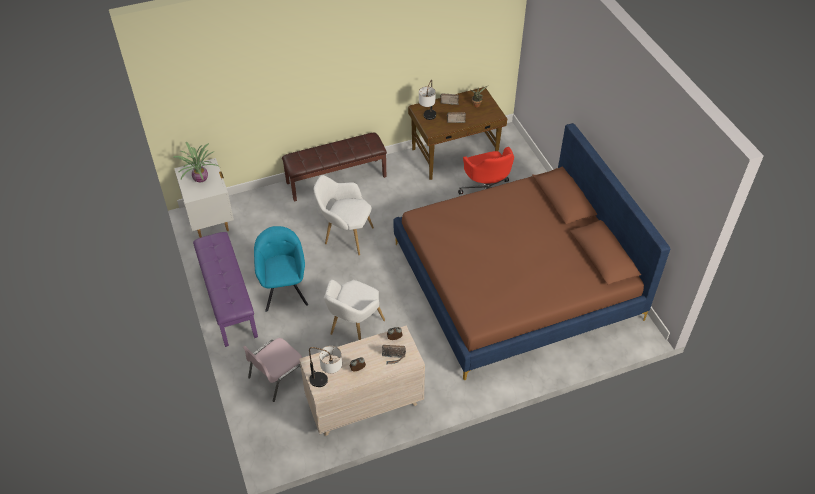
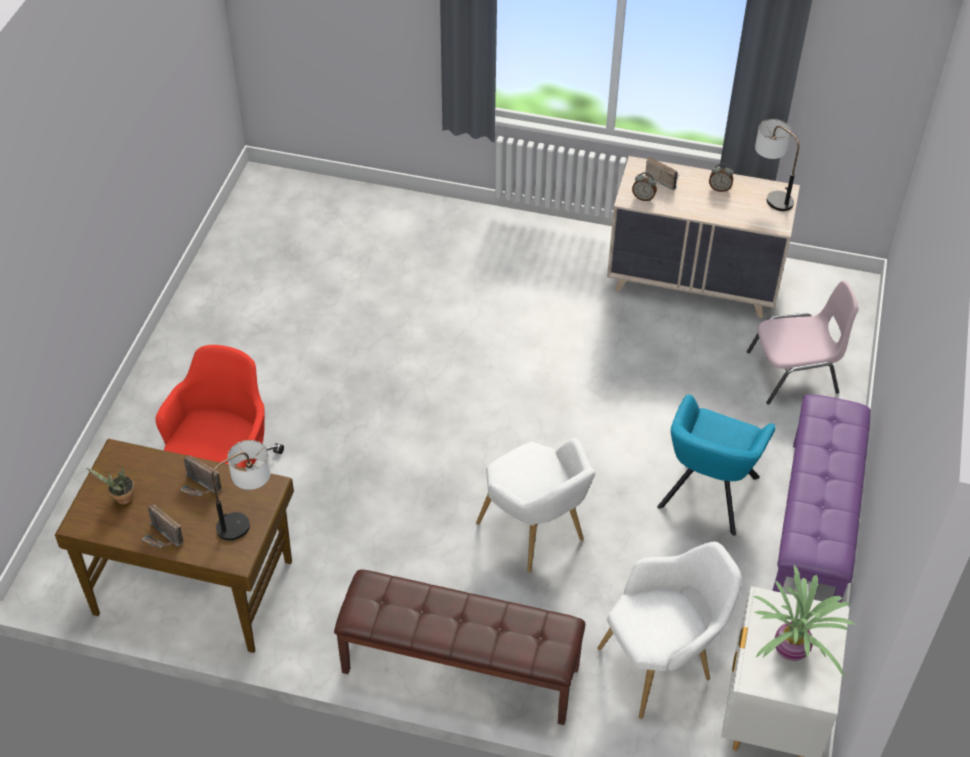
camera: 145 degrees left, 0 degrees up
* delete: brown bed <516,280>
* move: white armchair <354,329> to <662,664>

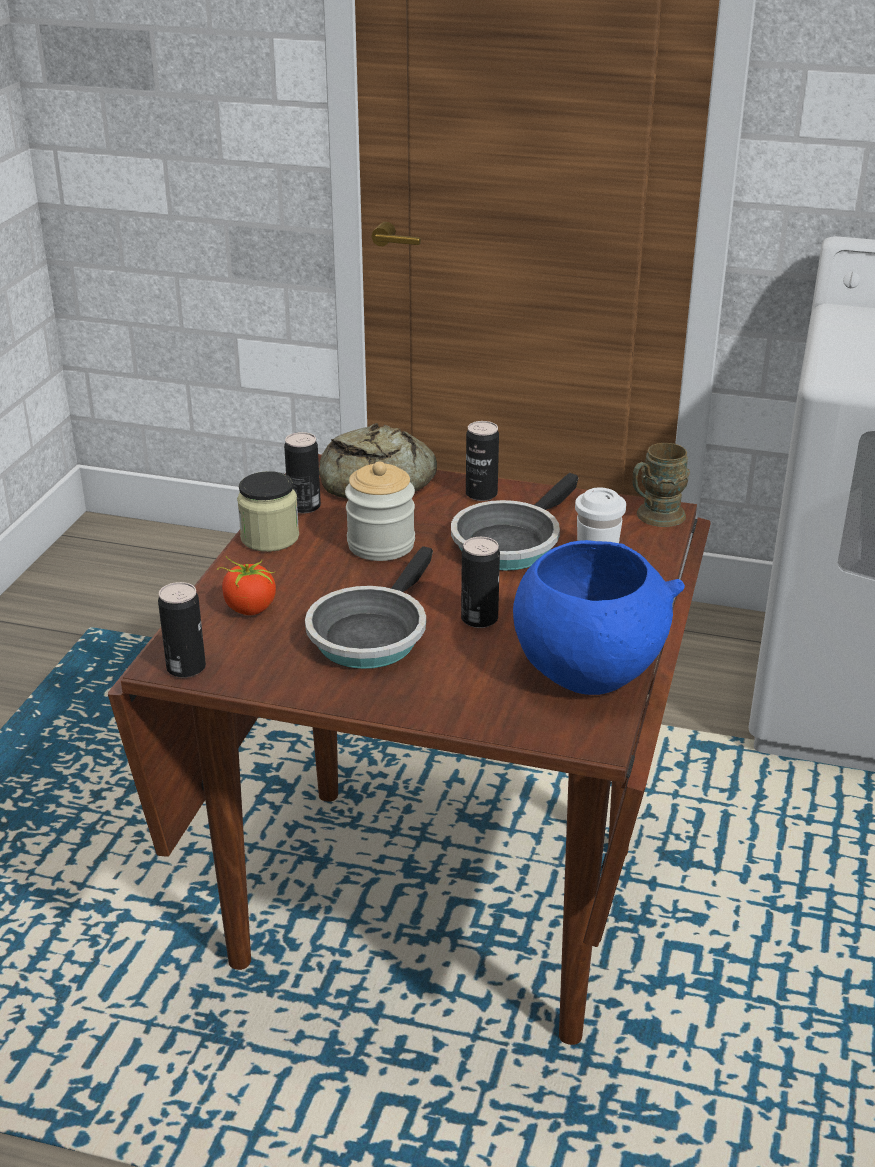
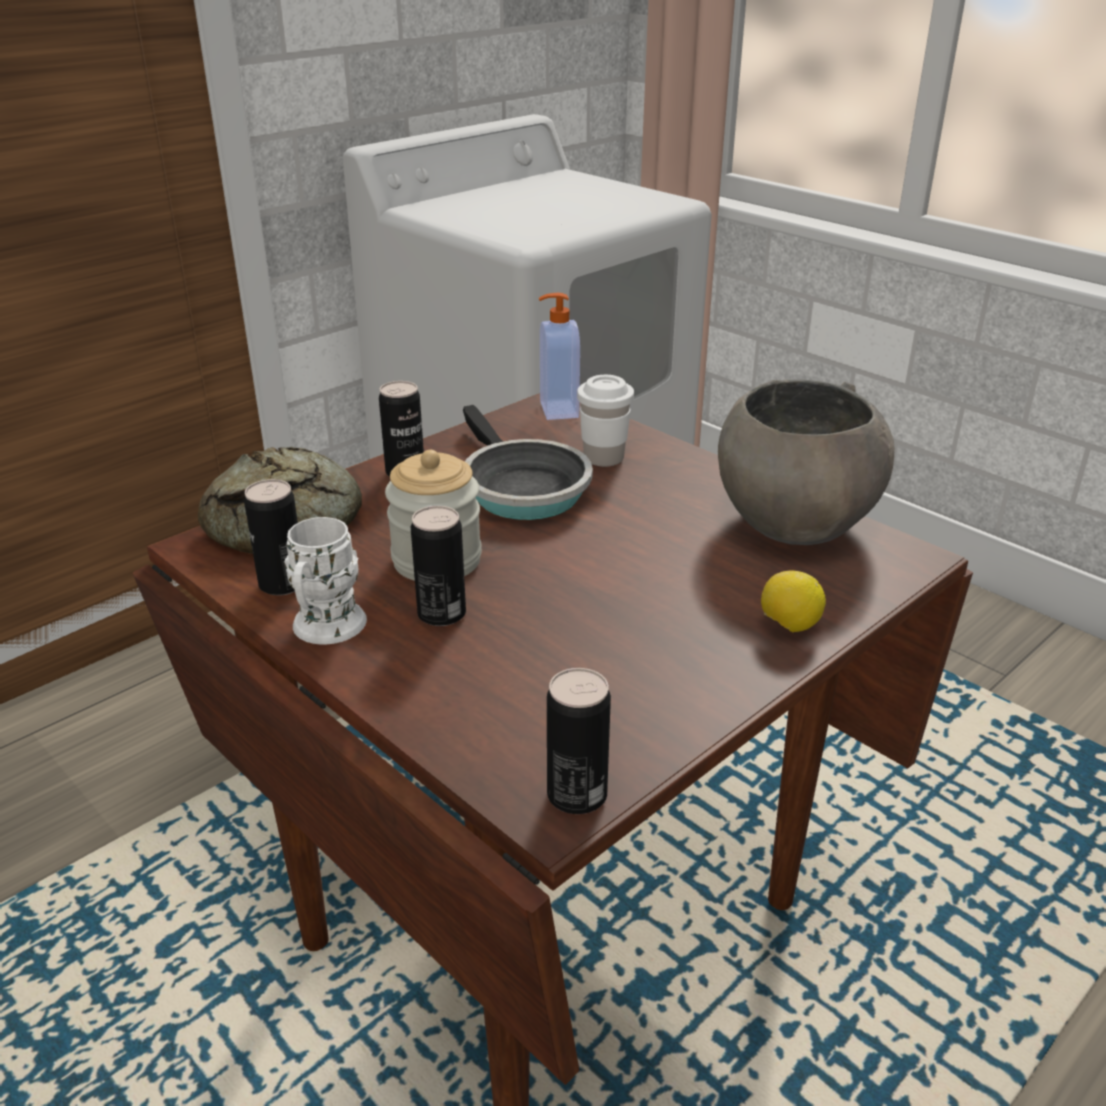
camera: 60 degrees left, 0 degrees up
* delete: tomato <249,609>
* delete: frying pan <370,634>
* insert: lemon <788,626>
* move: can <479,619> to <441,614>
* replace: jar <270,538> to white mug <325,631>
* replace: brown mug <654,517> to soap dispenser <557,410>
* recolor: blue bowl <588,670> to grey bowl <793,523>

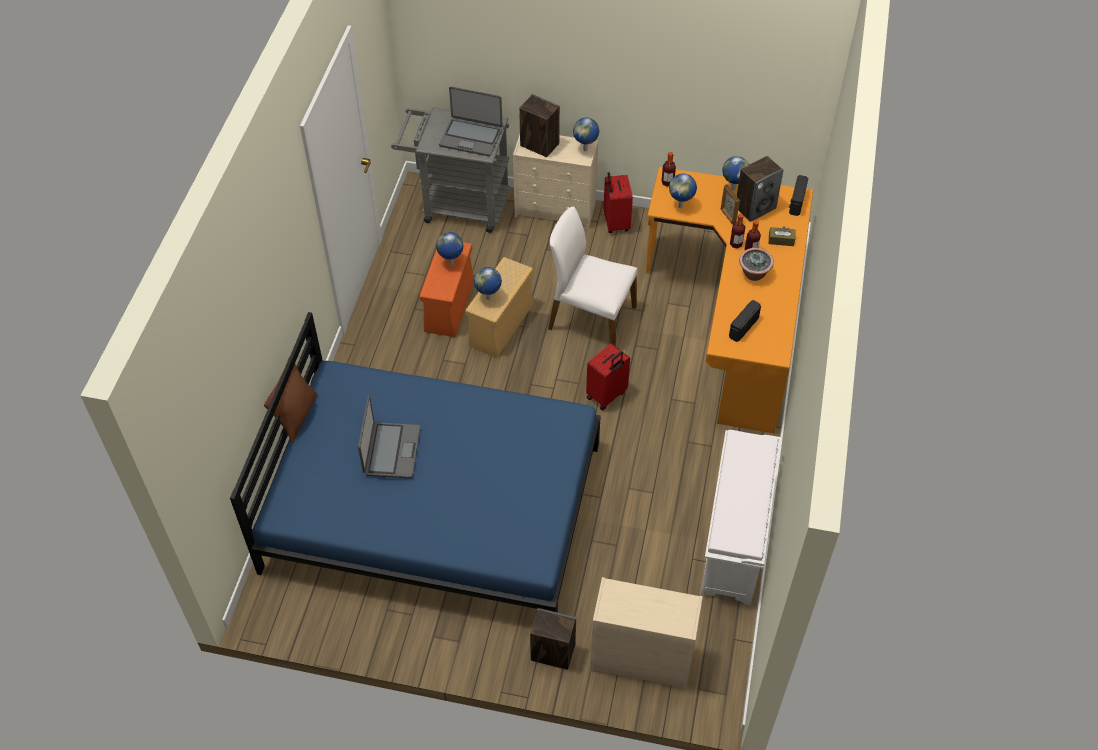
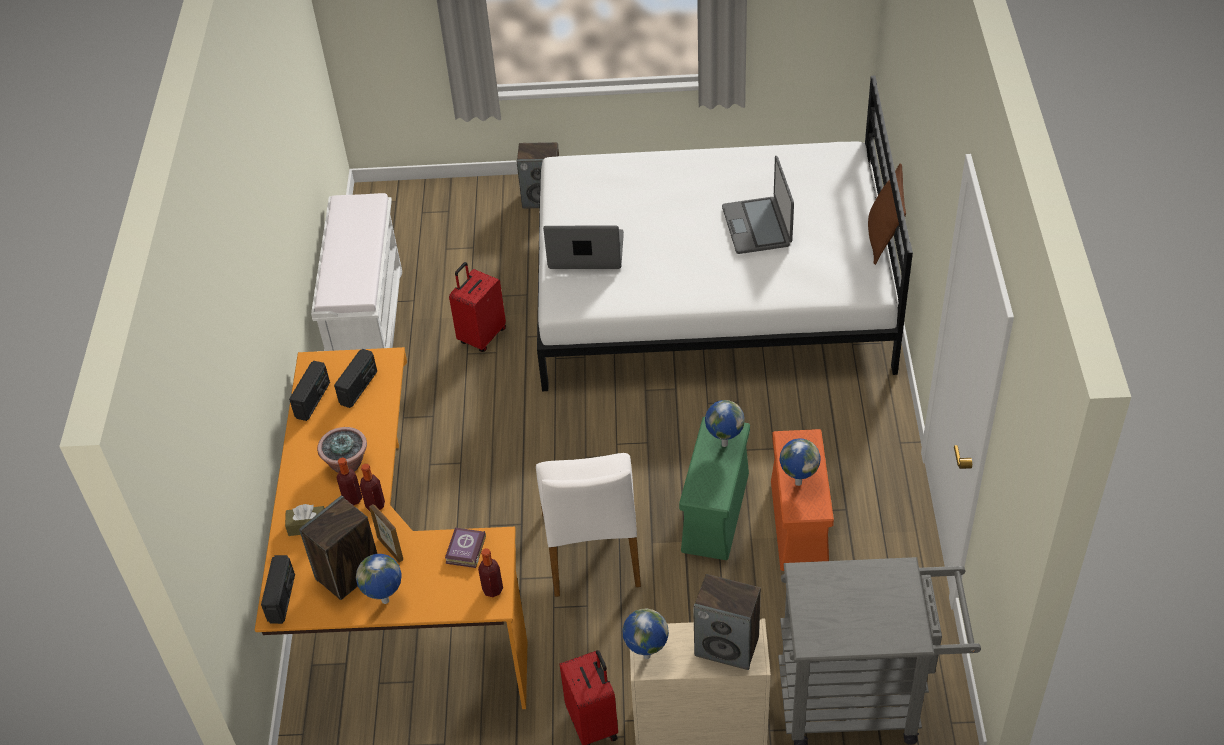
camera: 170 degrees right, 5 degrees down
* delete: beige dresser <640,658>
* insert: radio <313,400>
* move: laptop <471,137> to <586,252>
* move: red suitcase <607,395> to <481,336>
* replace: globe <681,206> to book <465,551>
* recolor: blue bed <433,505> to white bed <712,290>
* recolor: beige storage box <501,324> to green storage box <715,514>
* rotate: white chair <590,318> = <592,550> 75 degrees clockwise

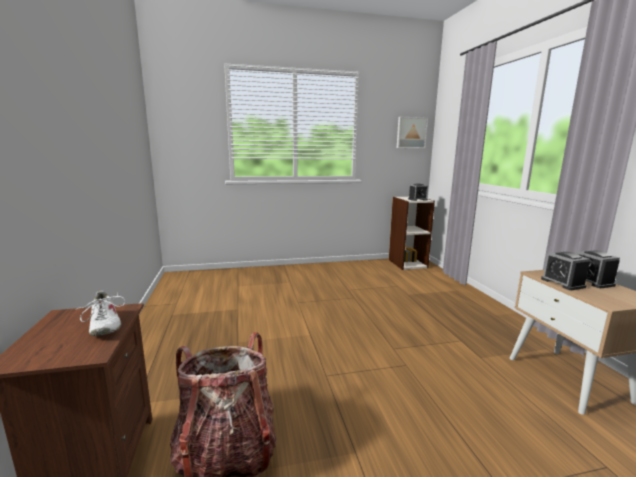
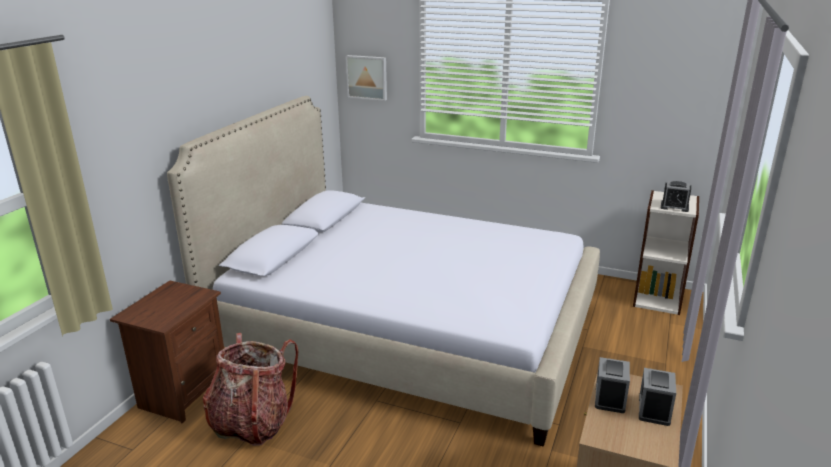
camera: 35 degrees right, 10 degrees up
* delete: white shoe <104,325>
* insert: bed <406,329>
* move: picture <411,132> to <367,77>

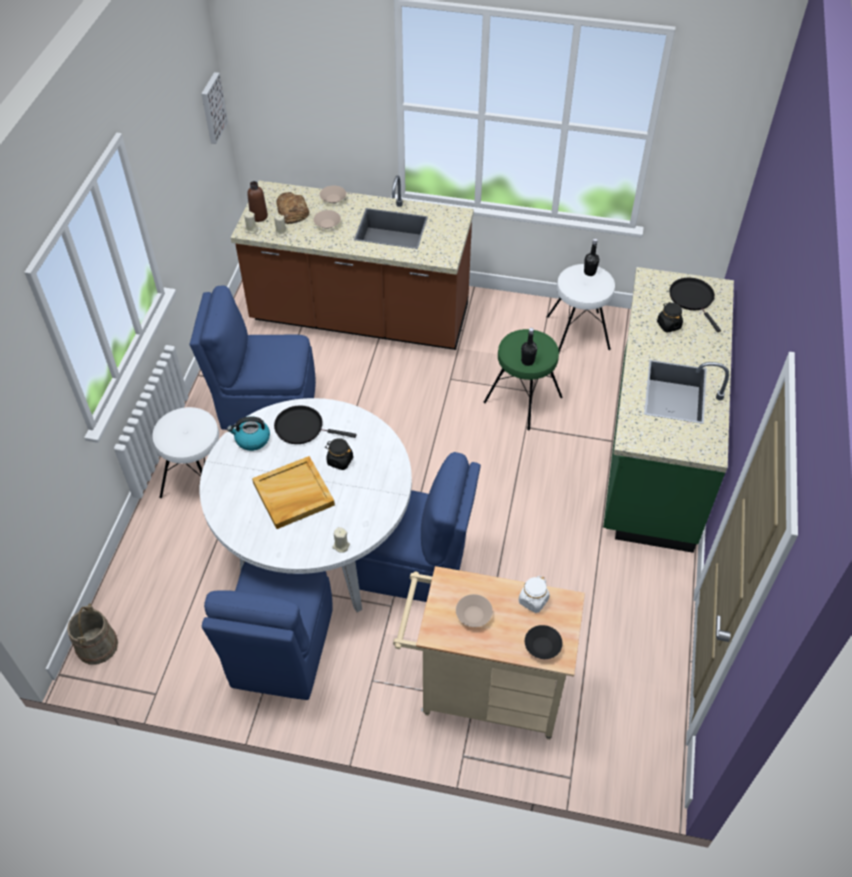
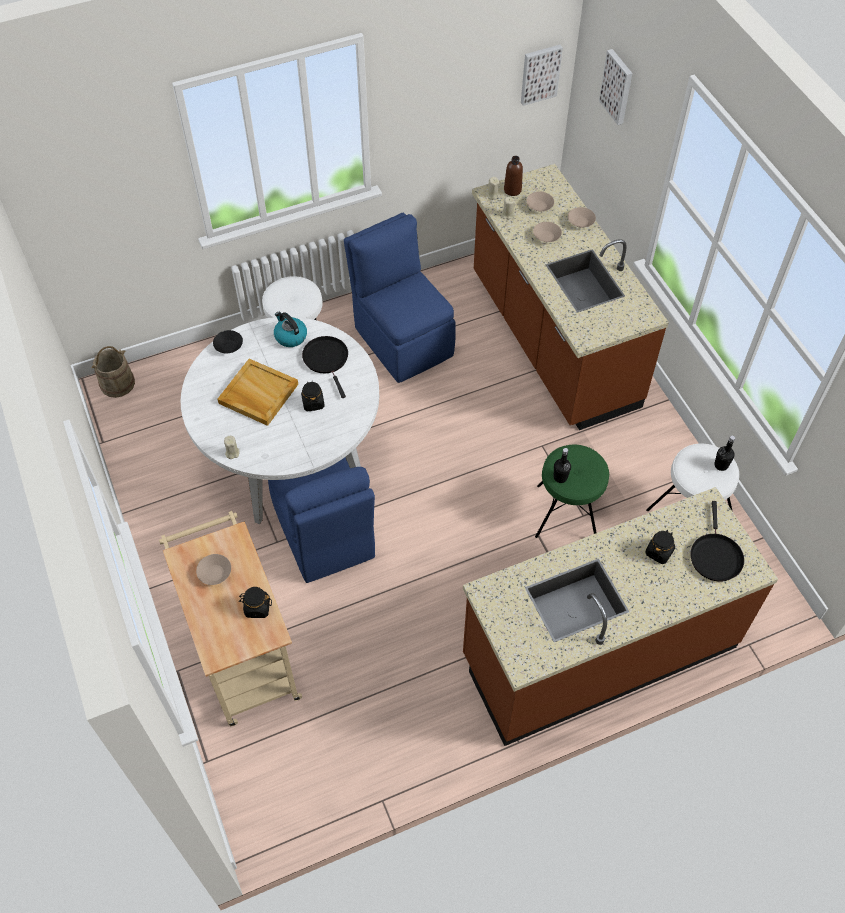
camera: 55 degrees right, 5 degrees up
* delete: blue chair <281,650>
* insert: picture <617,86>
* move: black bowl <542,646> to <228,346>
* replace: bread <292,211> to beige bowl <539,206>
* recolor: white jar <533,601> to black jar <257,608>
* recolor: green counter <653,450> to brown counter <598,651>
* rotate: black frying pan <693,299> = <715,555> 150 degrees clockwise

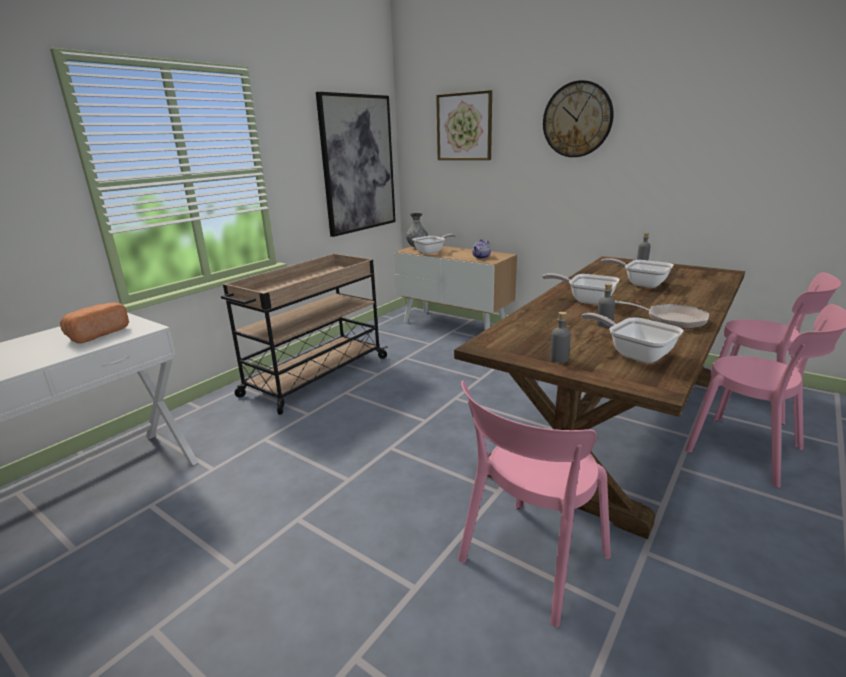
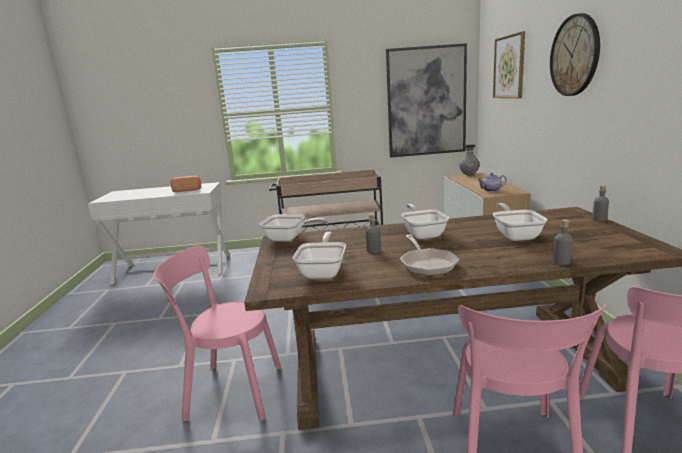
camera: 50 degrees right, 5 degrees down
* move: frying pan <432,252> to <289,238>
* move: grey bottle <559,359> to <561,262>

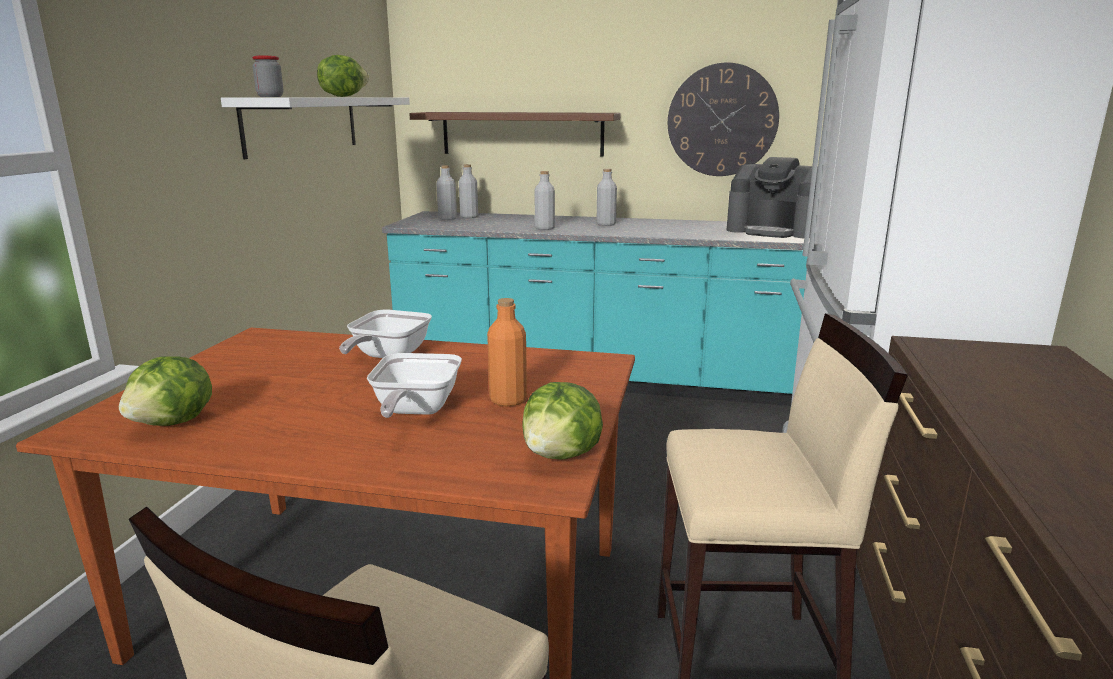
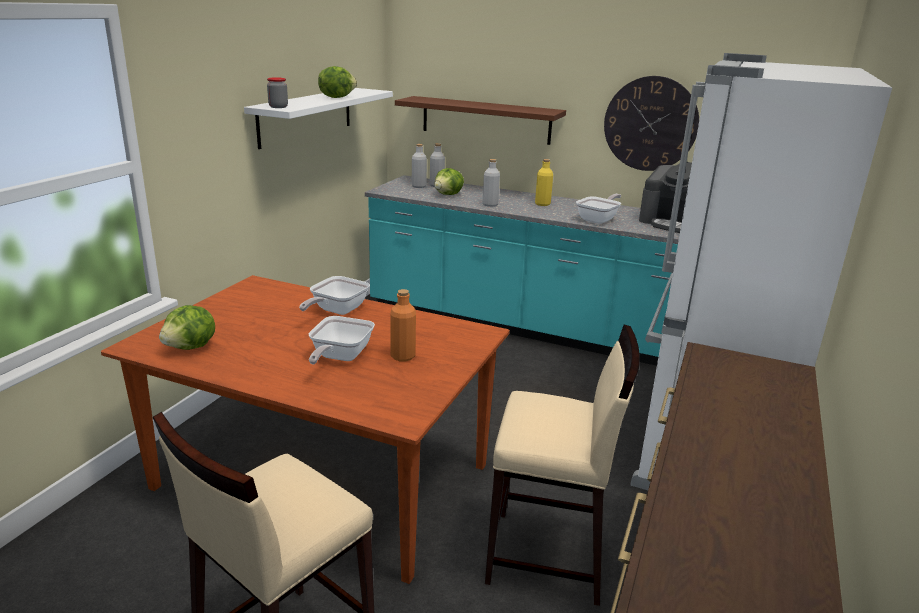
camera: 10 degrees right, 5 degrees up
* insert: frying pan <599,219>
* move: lettuce <562,455> to <448,195>
* recolor: grey bottle <606,224> to yellow bottle <542,204>

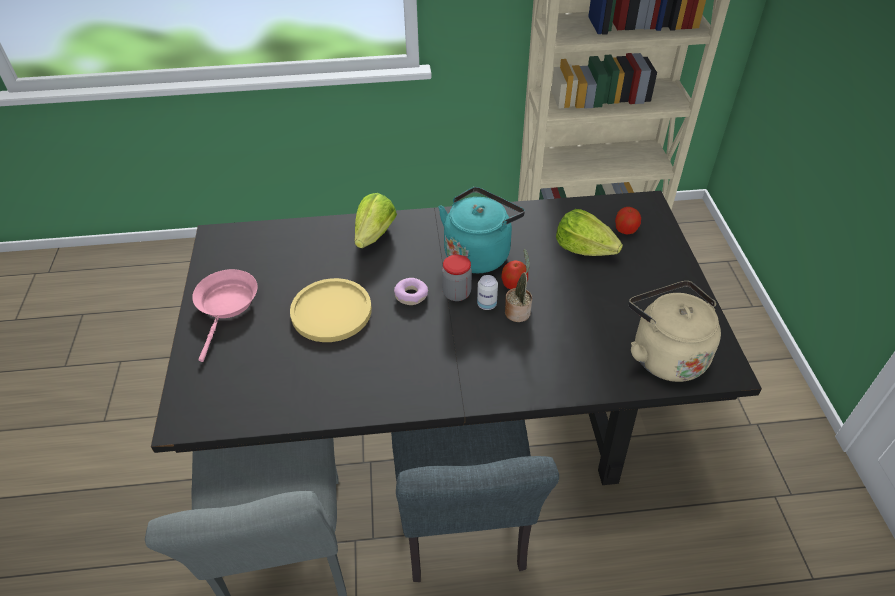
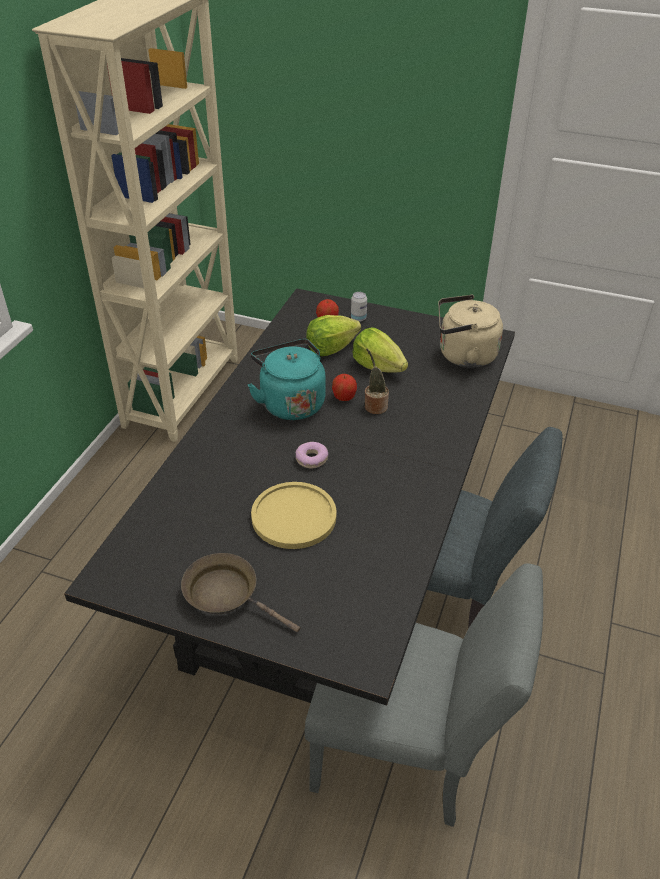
camera: 65 degrees left, 5 degrees down
* delete: jar <456,293>
* move: lettuce <374,235> to <378,366>
* move: can <486,304> to <358,318>
* recolor: pink frying pan <227,306> to brown frying pan <226,594>

